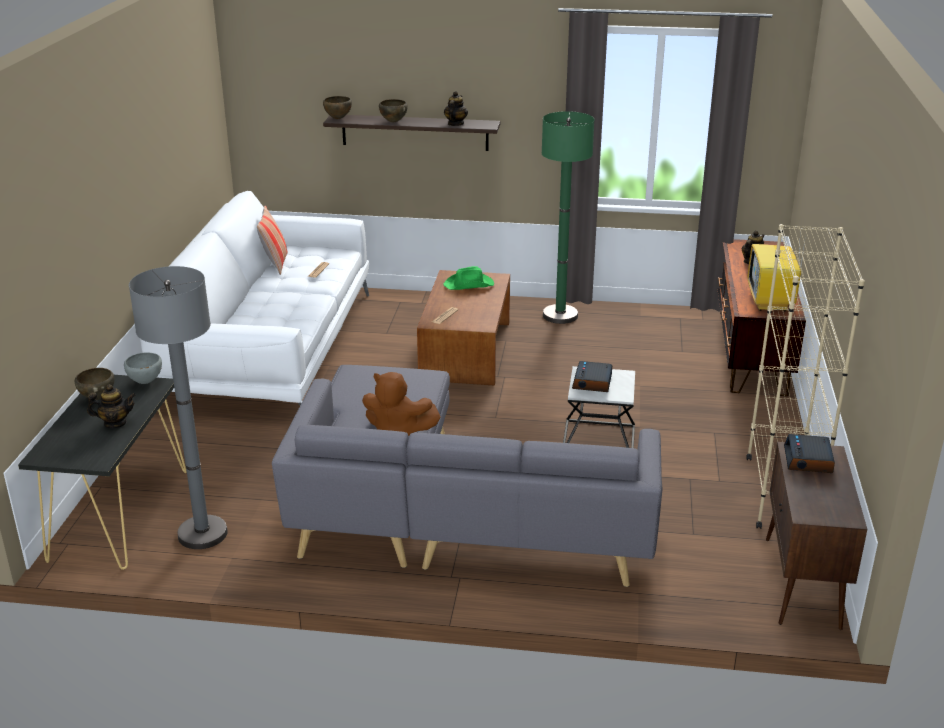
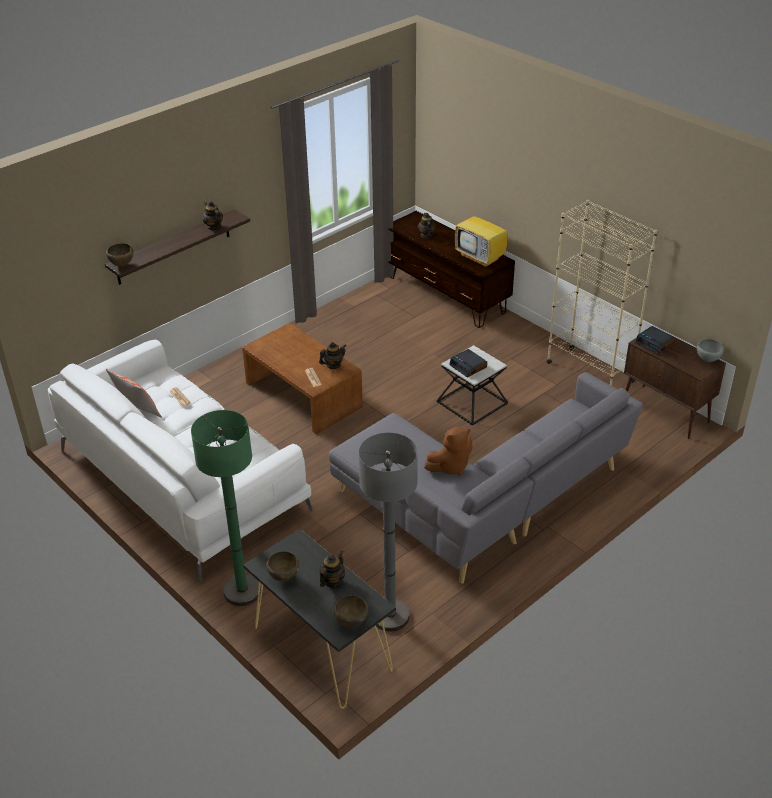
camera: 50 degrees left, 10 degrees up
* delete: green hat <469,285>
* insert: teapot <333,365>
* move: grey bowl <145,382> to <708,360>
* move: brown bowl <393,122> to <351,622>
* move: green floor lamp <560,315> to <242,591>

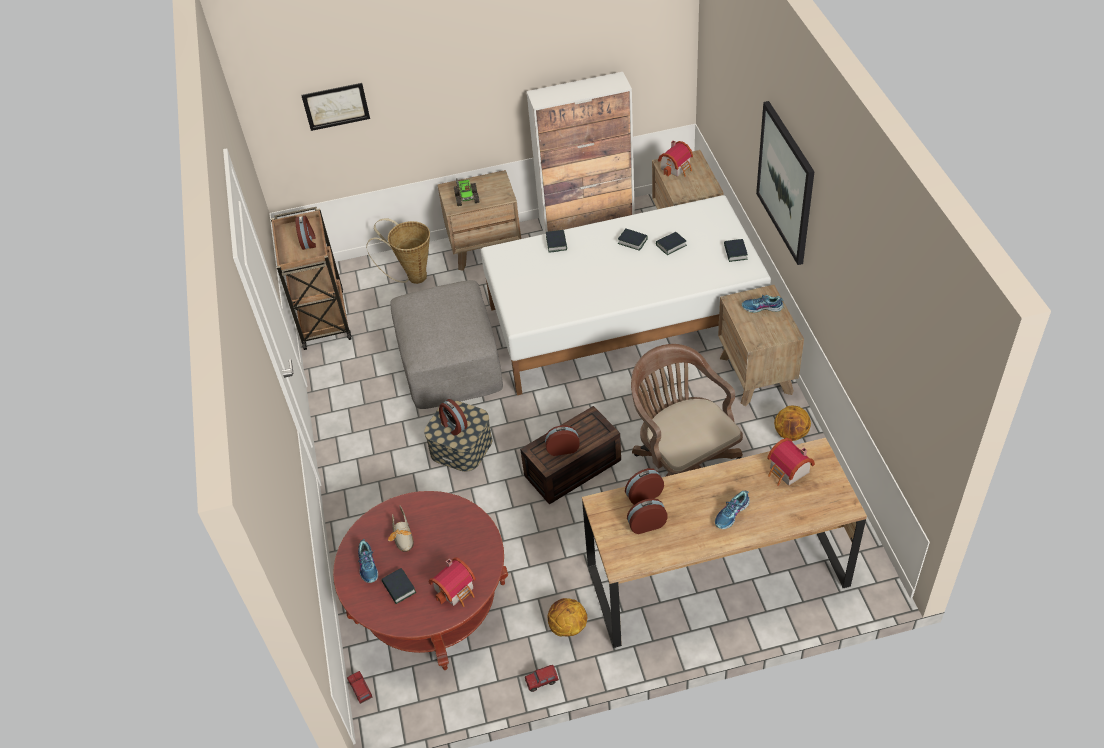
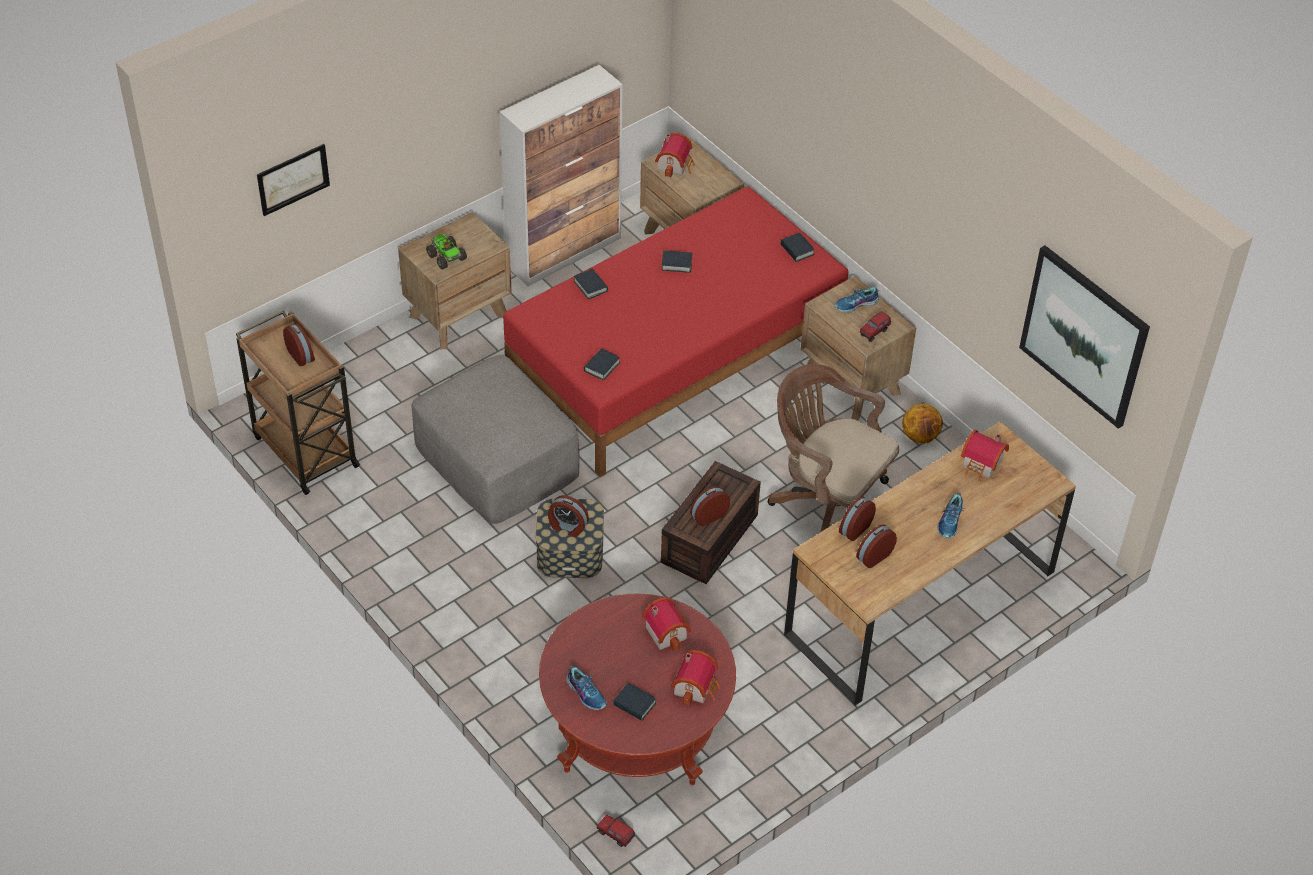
camera: 30 degrees left, 0 degrees up
* delete: basket <412,277>
* delete: shoe <403,536>
* delete: basketball <567,627>
* insert: toy house <668,631>
* move: toy truck <542,682> to <874,332>
* move: book <671,245> to <601,367>
* move: picture <786,182> to <1084,336>
* recolor: white bed <625,322> to red bed <677,361>

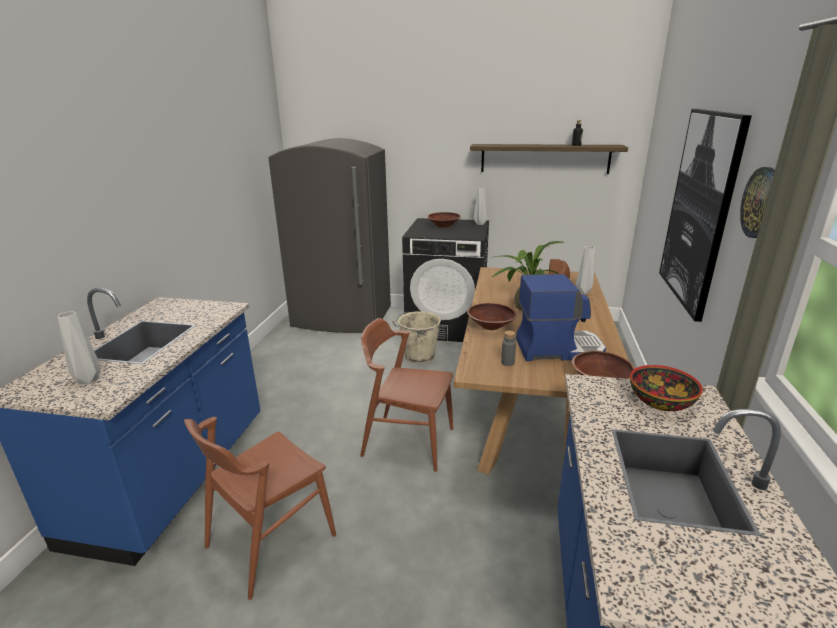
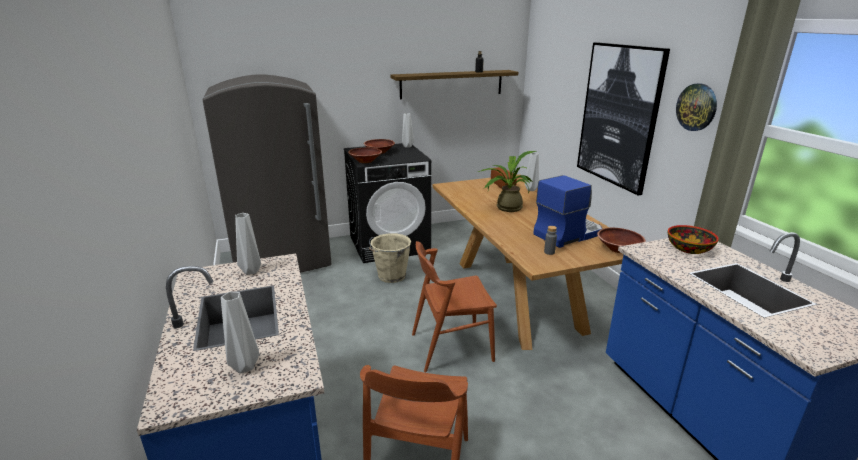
camera: 30 degrees left, 0 degrees up
* insert: grey vase <251,271>
* move: brown bowl <490,326> to <365,161>

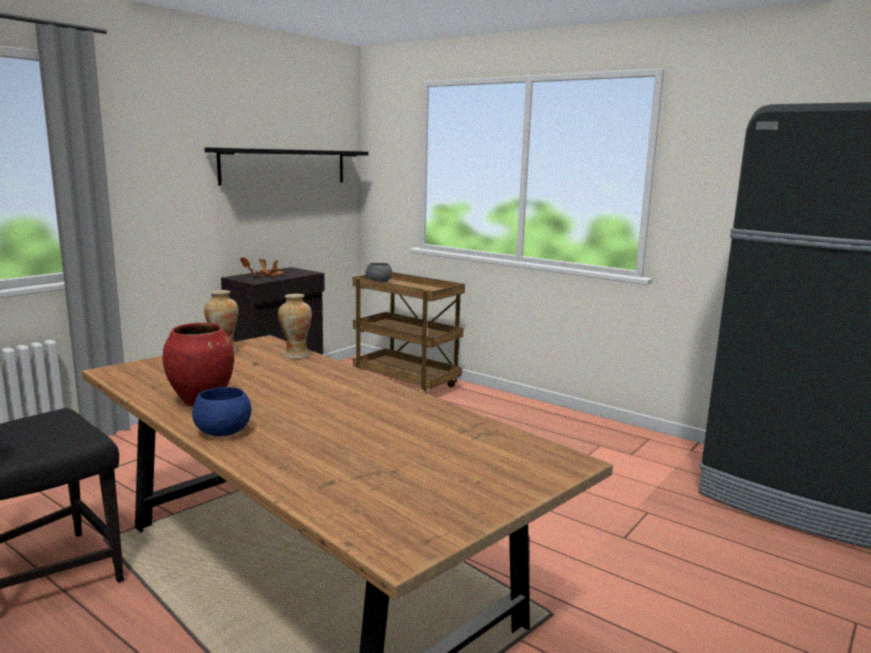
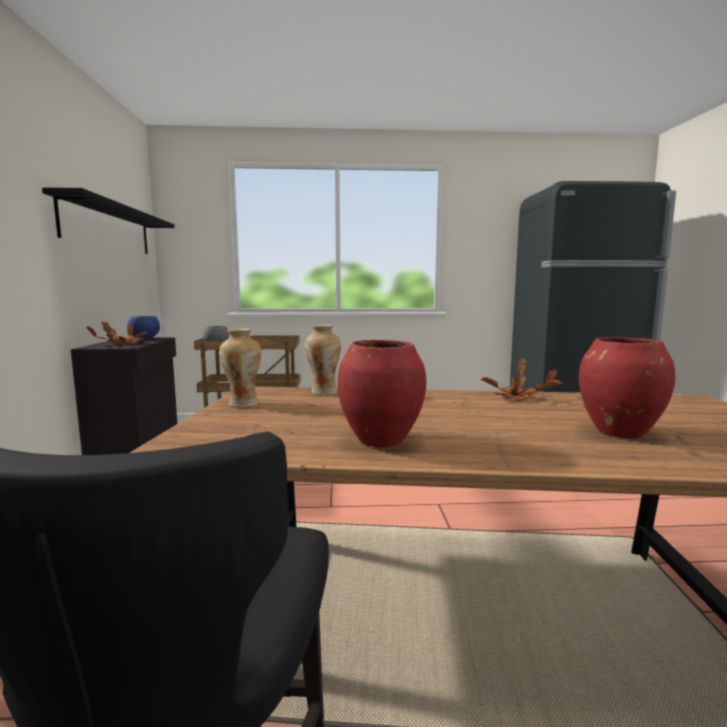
camera: 40 degrees left, 5 degrees down
* insert: potted plant <519,397>
* insert: red vase <619,432>
* move: blue bowl <223,433> to <145,338>

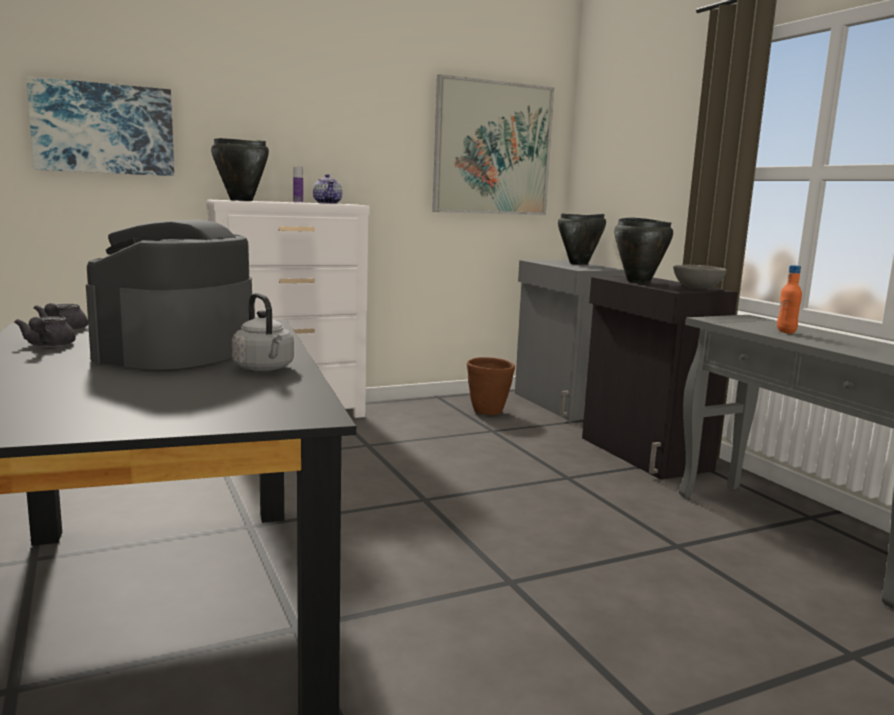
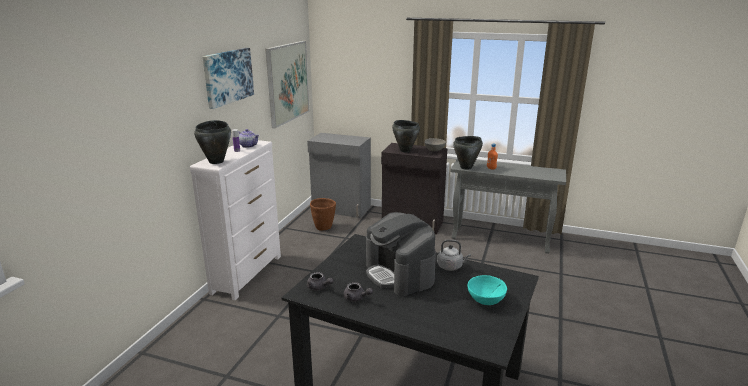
camera: 45 degrees left, 10 degrees up
* insert: turquoise bowl <486,300>
* move: picture <103,129> to <228,76>
* move: black cooking pot <579,264> to <466,167>

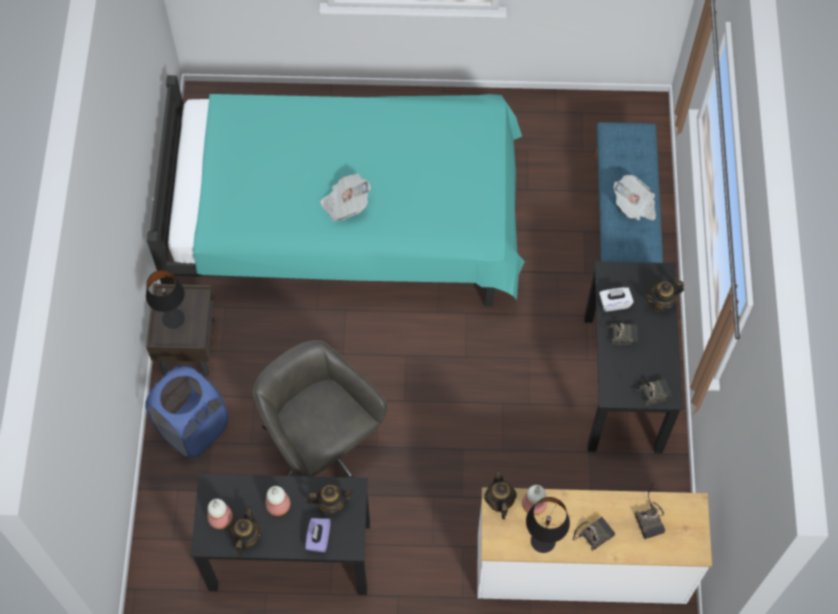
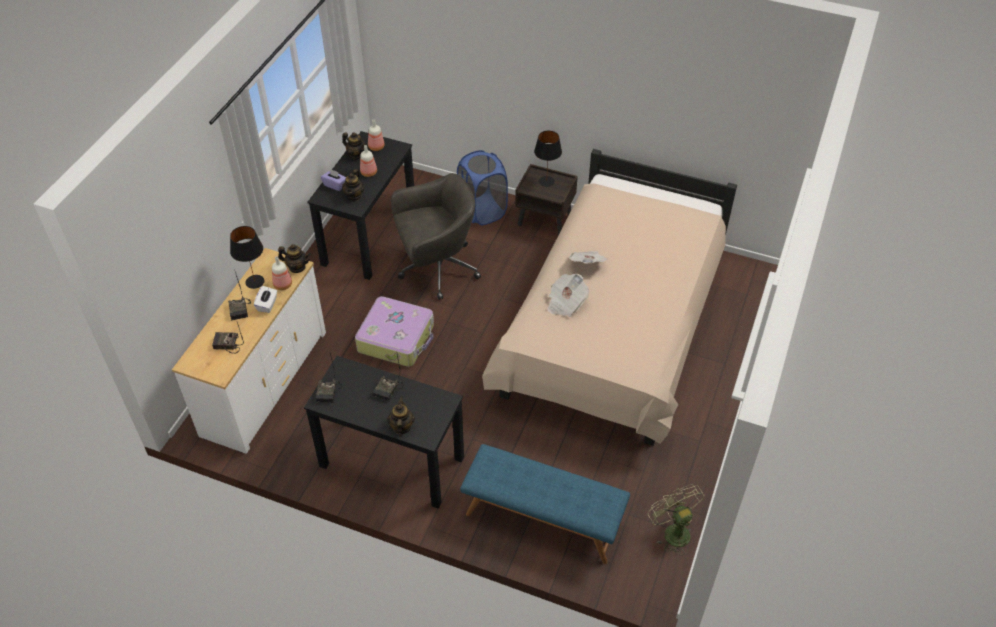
camera: 110 degrees right, 15 degrees down
* insert: suitcase <397,338>
* insert: green fan <672,531>
* move: white tissue box <614,303> to <267,305>
* move: newspaper <634,206> to <565,303>
* recolor: turquoise bed <348,222> to beige bed <613,329>

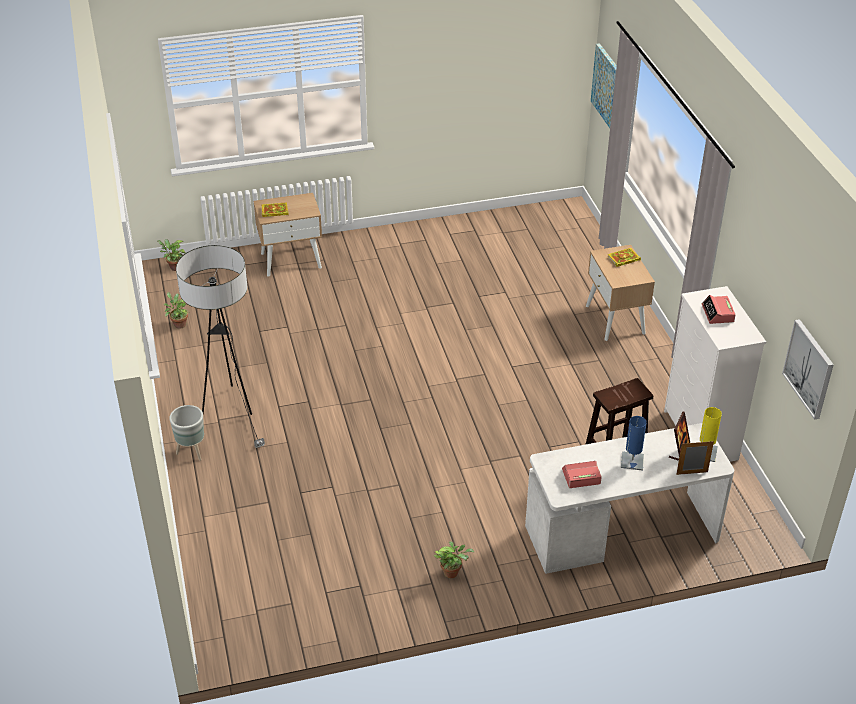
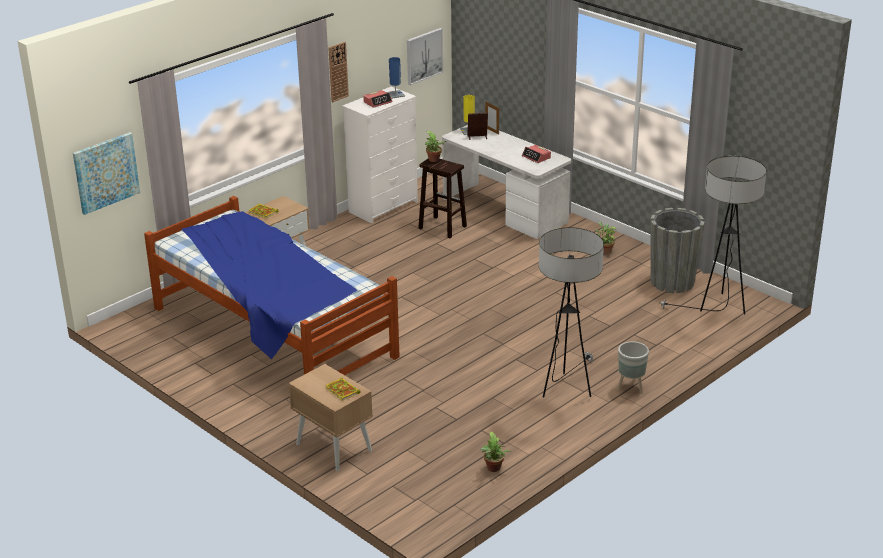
camera: 120 degrees left, 10 degrees down
* insert: bed <272,333>
* insert: wall clock <338,71>
* insert: grey planter <672,282>
* insert: floor lamp <719,309>
* move: potted plant <174,267> to <434,160>
* move: blue table lamp <632,461> to <395,94>

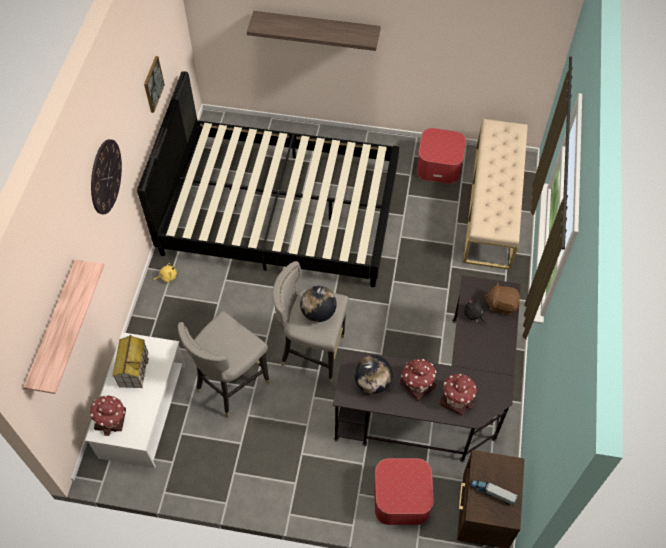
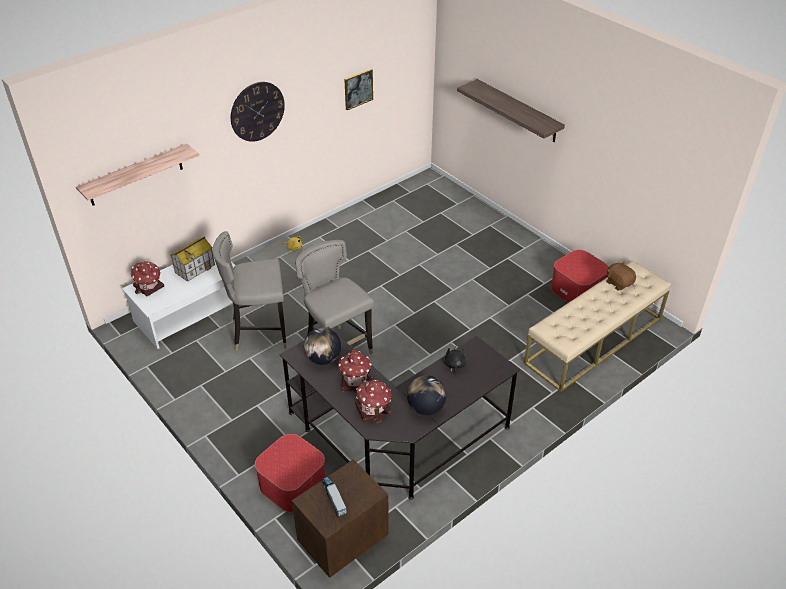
camera: 40 degrees right, 15 degrees down
* delete: black bed <280,212>
* move: globe <318,313> to <426,408>
* move: brown plush toy <501,304> to <619,283>

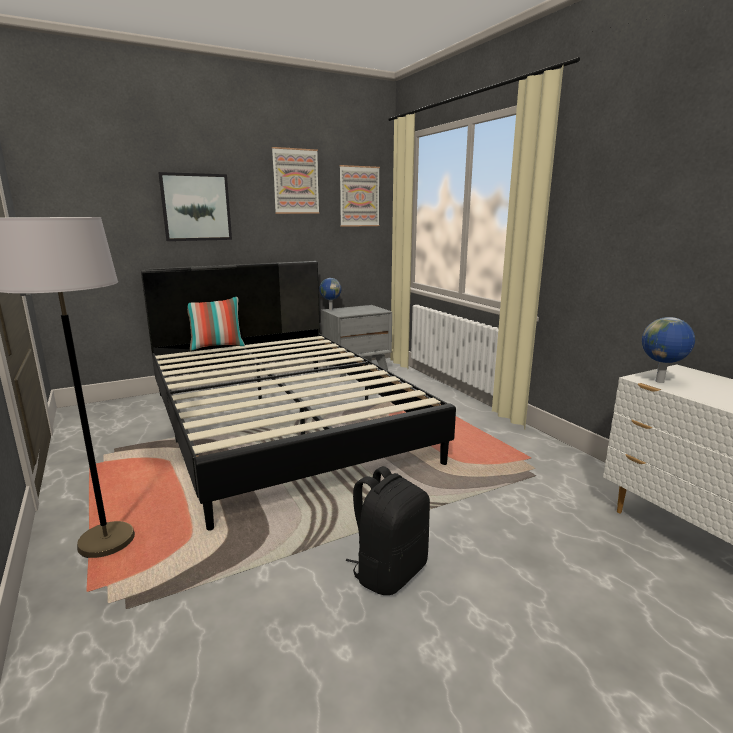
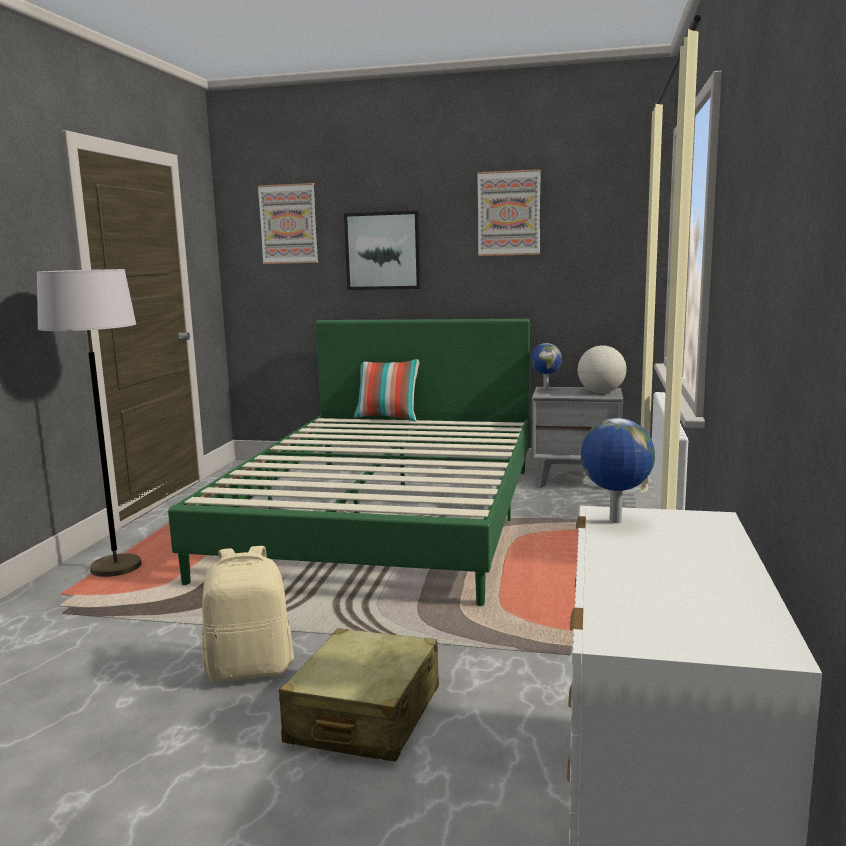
camera: 40 degrees right, 5 degrees down
* insert: beige suitcase <364,716>
* insert: globe <601,392>
* move: picture <359,196> to <288,224>
* recolor: black bed <281,423> to green bed <387,517>
* recolor: black backpack <389,571> to beige backpack <250,668>

